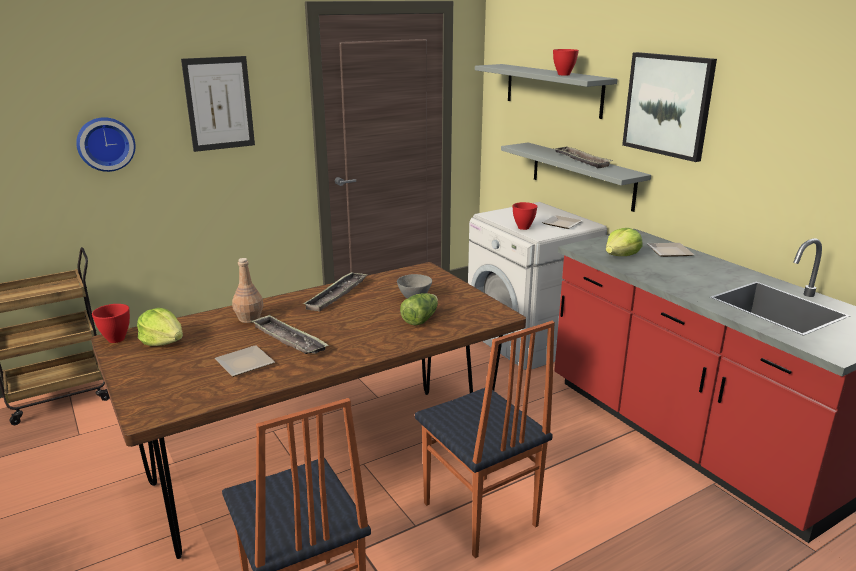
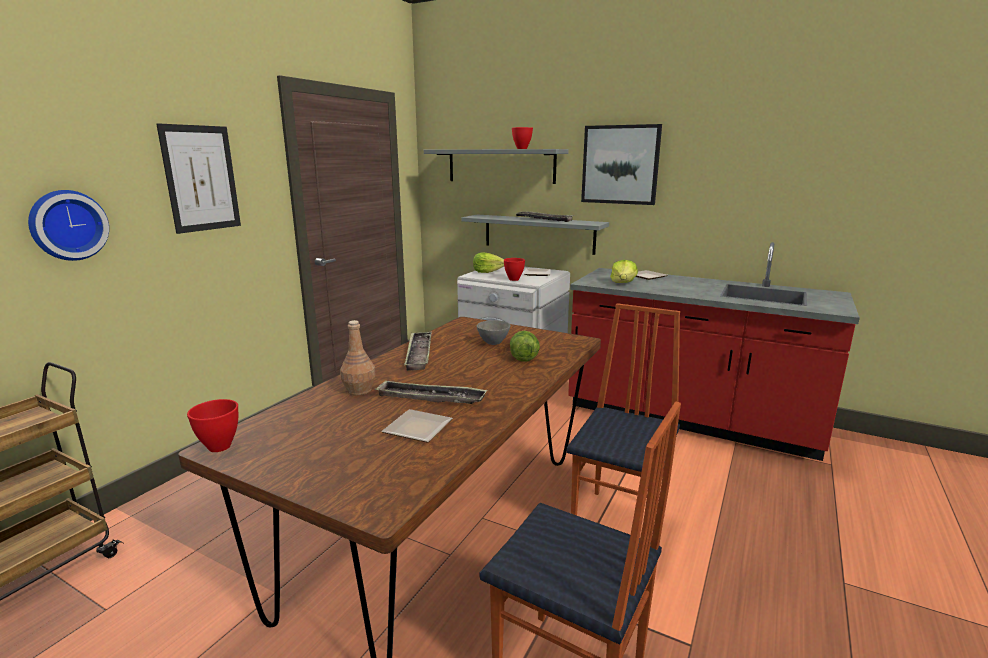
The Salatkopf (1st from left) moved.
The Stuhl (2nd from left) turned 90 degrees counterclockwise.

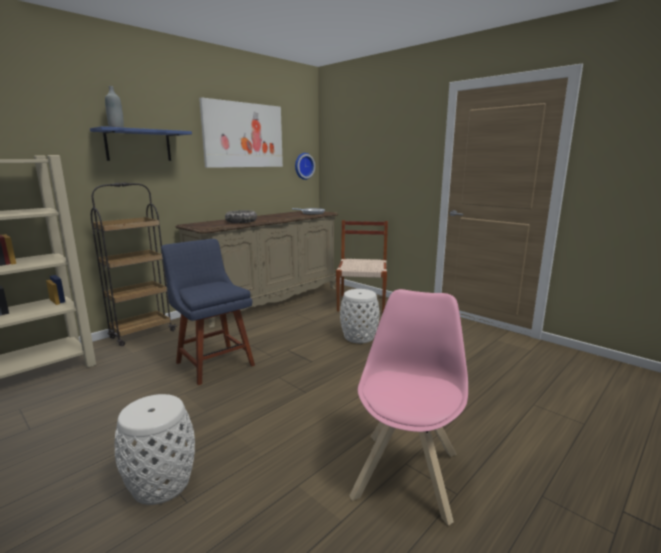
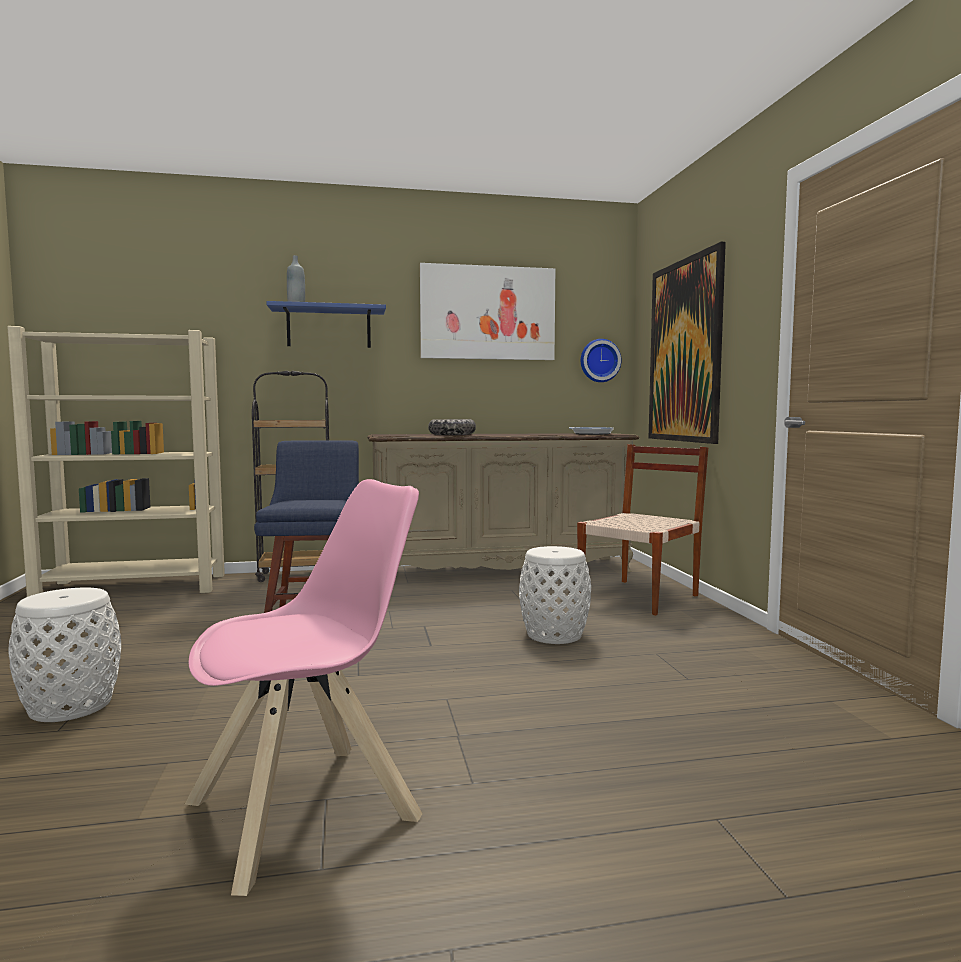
The Bild (2nd from left) appeared.

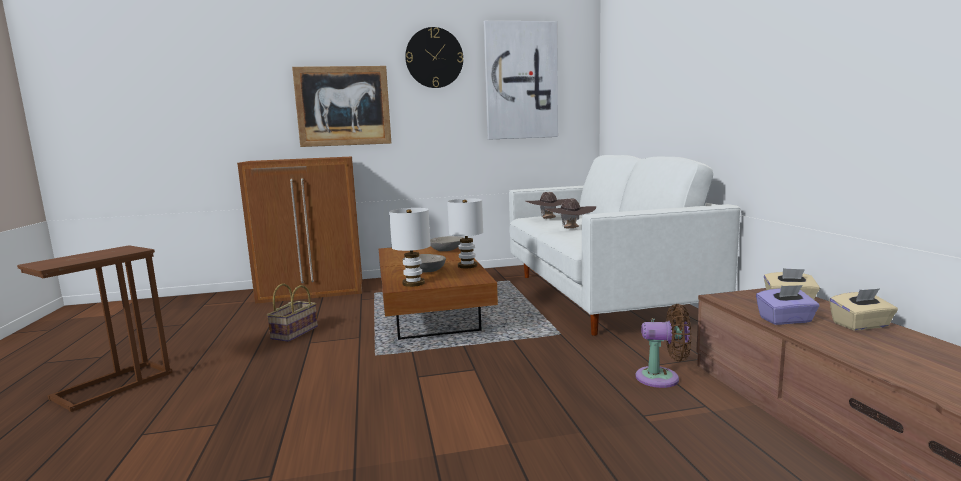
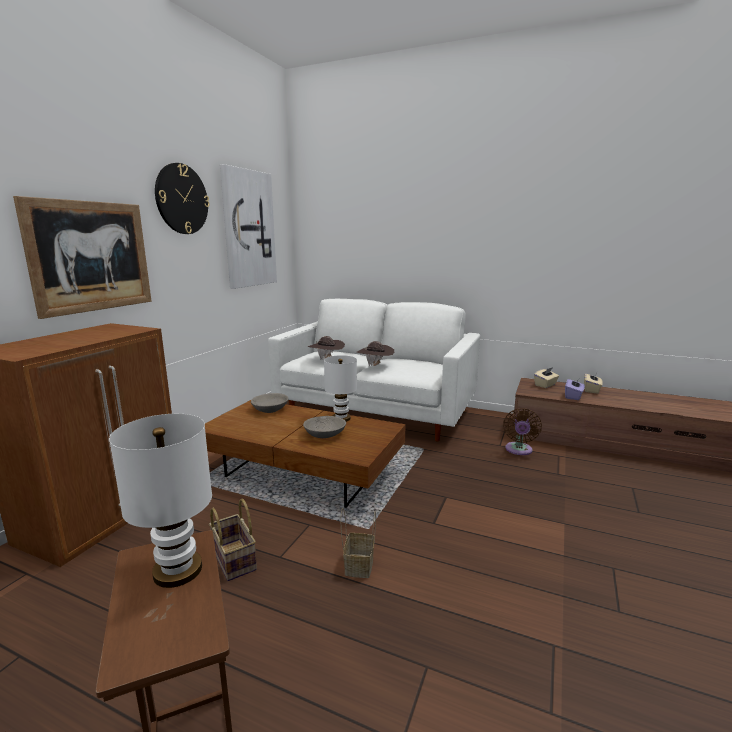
The Tischlampe/weiß (1st from left) moved.
The Ventilator/braun turned 150 degrees clockwise.
The Korb (2nd from left) appeared.

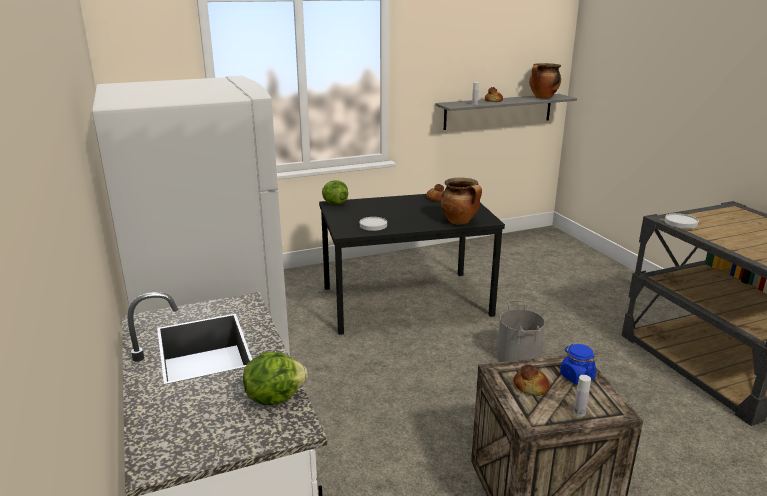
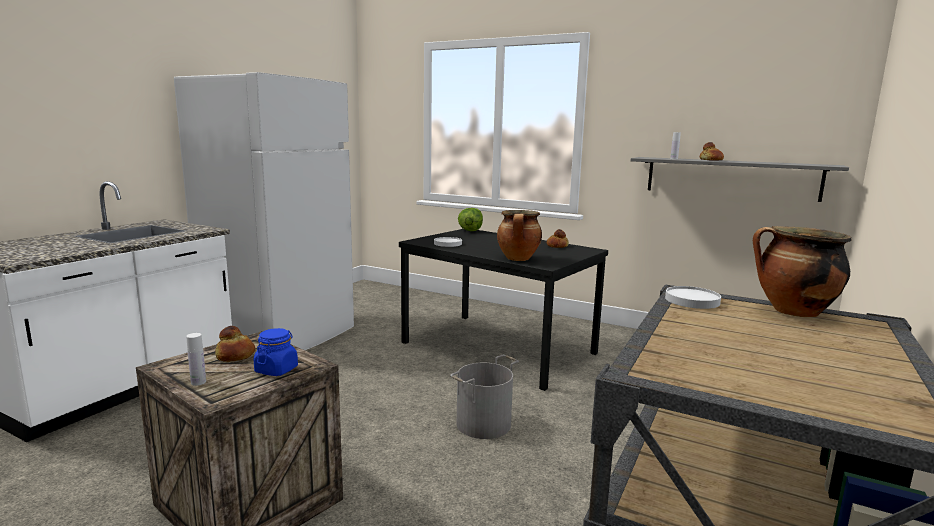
The Salatkopf (1st from left) disappeared.
The Kochtopf (2nd from left) moved.

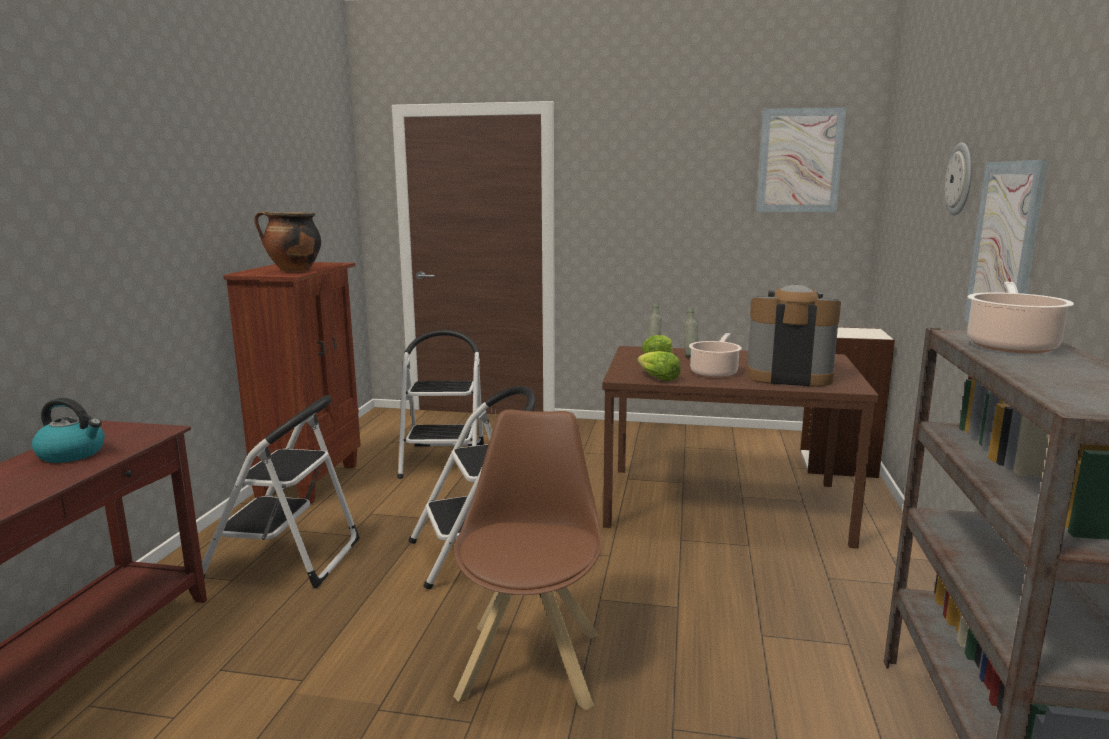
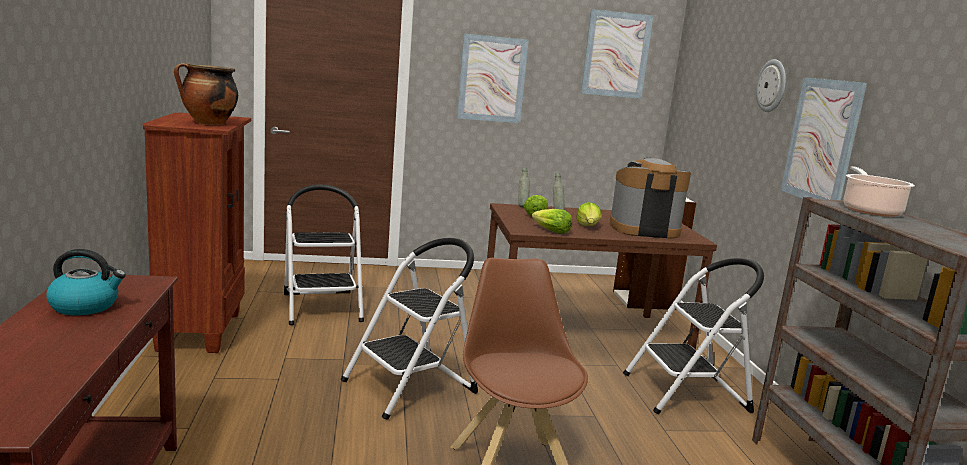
The Trittleiter (1st from left in the first image) moved.
The Kochtopf (2nd from left) was replaced by the Salatkopf (3rd from left).
The Bild (1st from left) appeared.

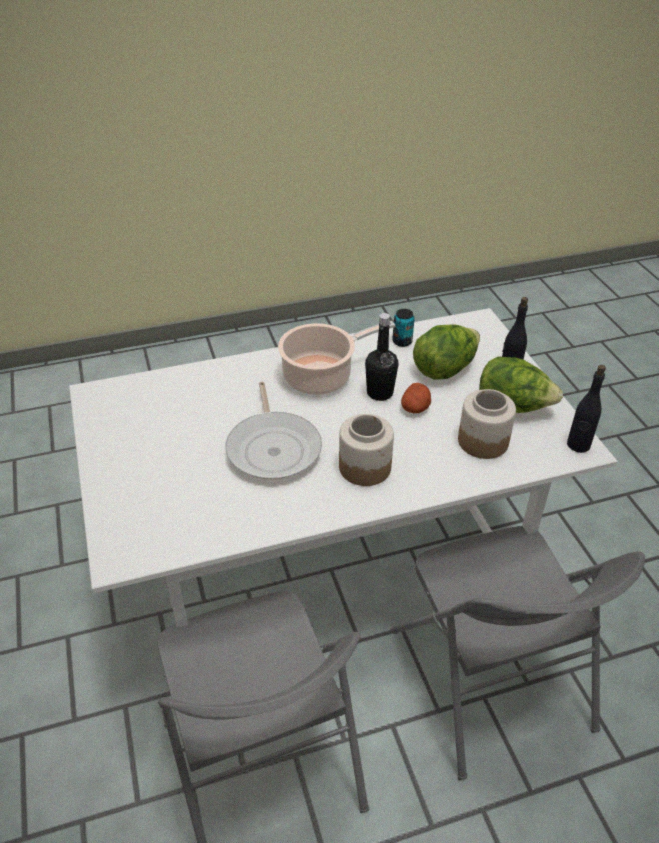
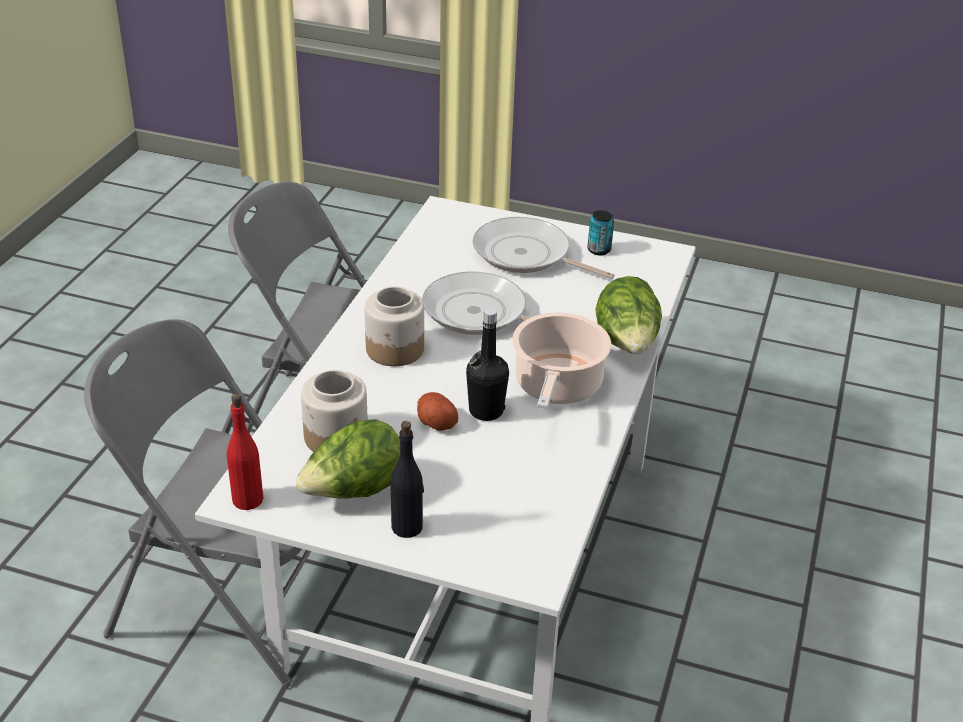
The Dose moved.
The Salatkopf (1st from left in the first image) moved.
The Flasche/schwarz (3rd from left) became the Flasche/rot.
The Pfanne (2nd from left) appeared.

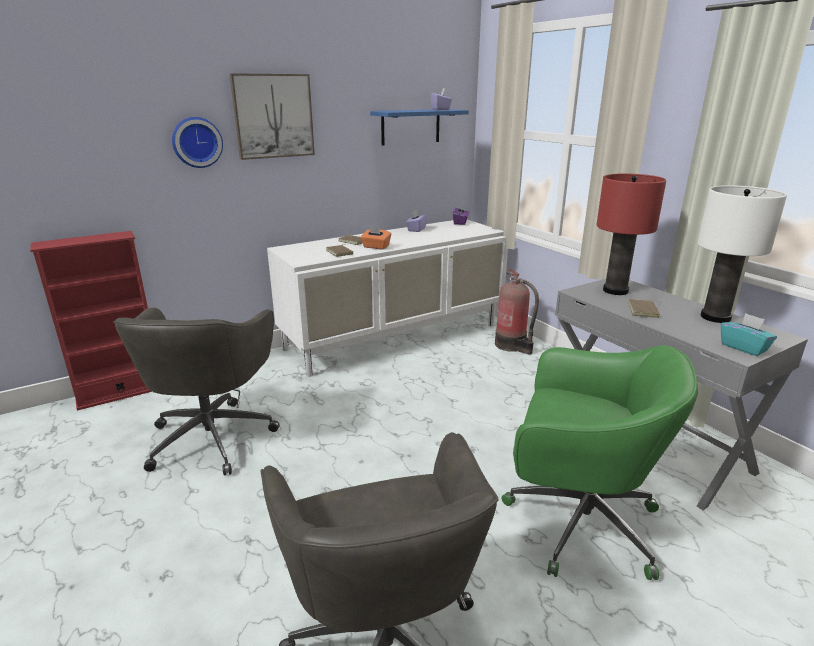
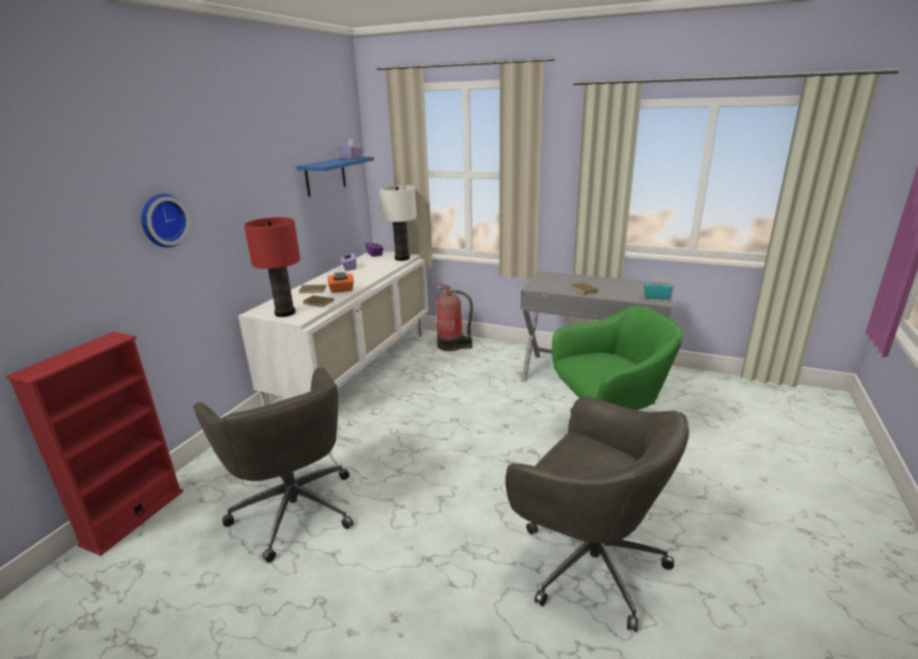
The Bild disappeared.
The Tischlampe/rot moved.
The Tischlampe/weiß moved.

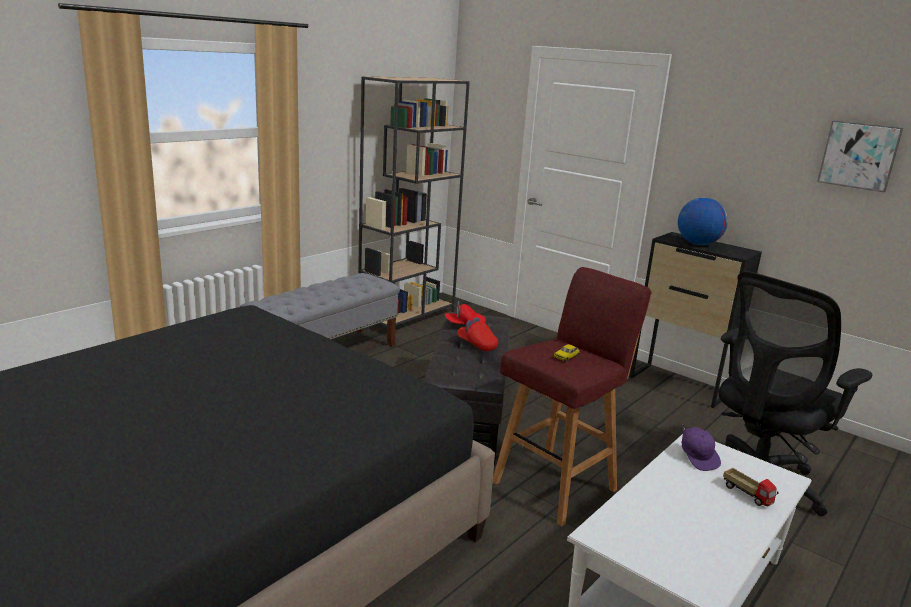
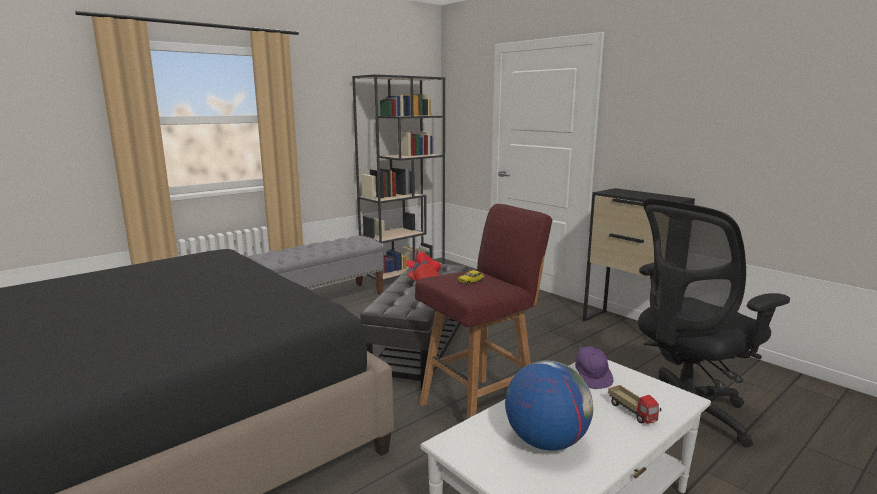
The Globus moved.
The Bild disappeared.

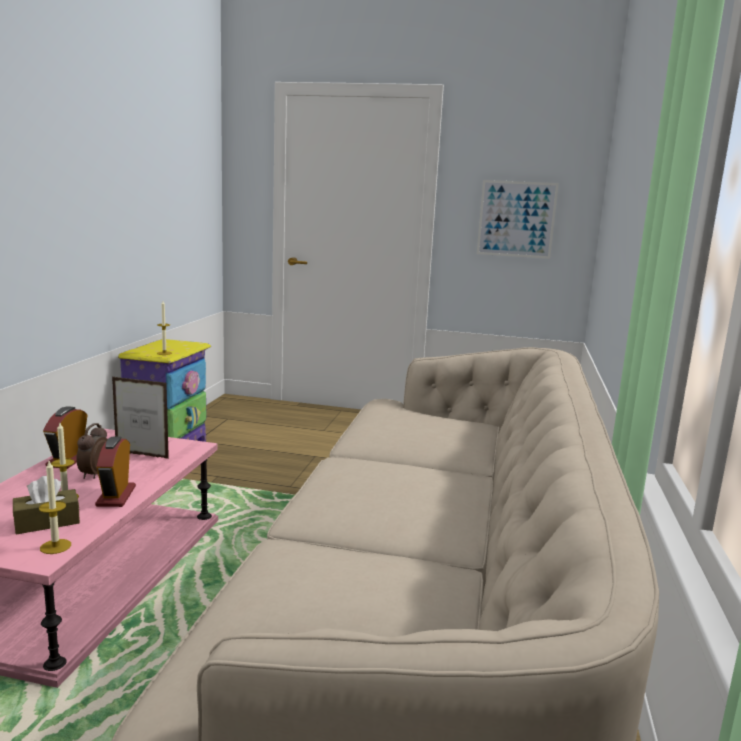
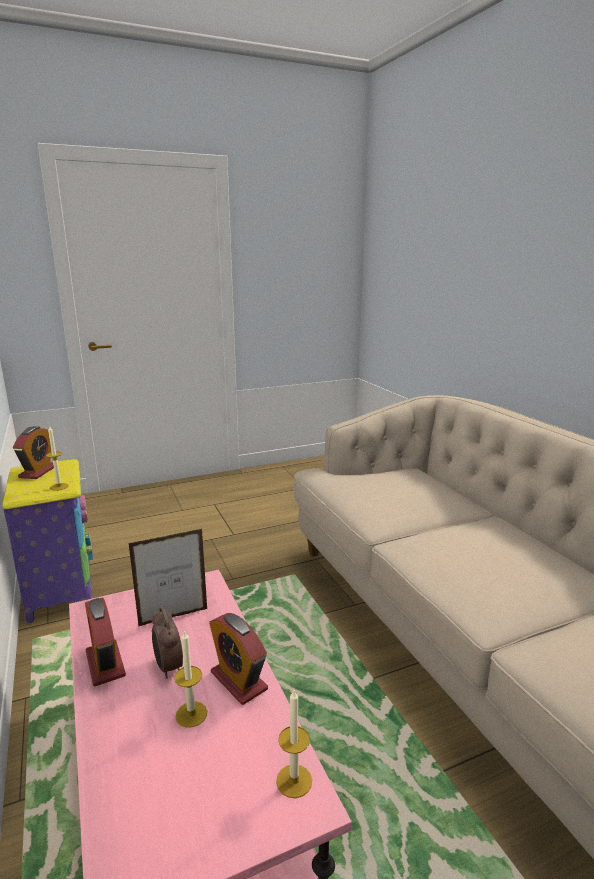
The Taschentuchbox/braun disappeared.
The Bild disappeared.
The Wecker (1st from left) appeared.

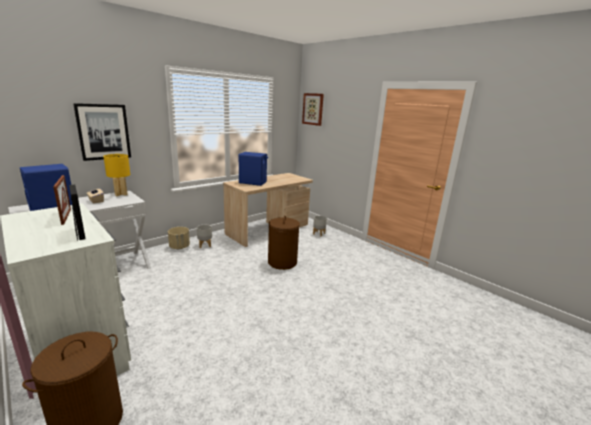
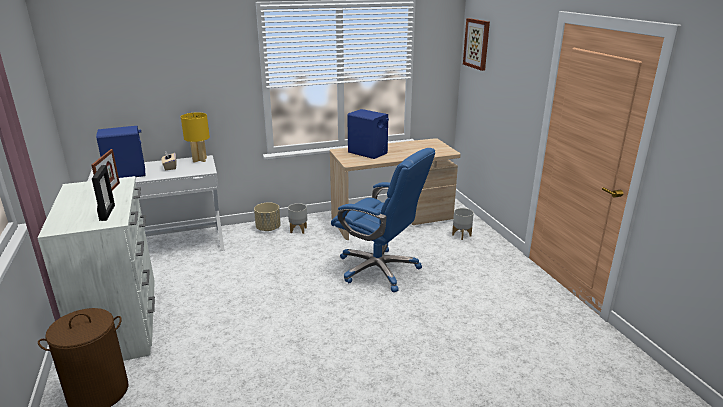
The Bild (1st from left) disappeared.
The Wäschekorb/braun (2nd from left) was replaced by the Bürostuhl/blau.

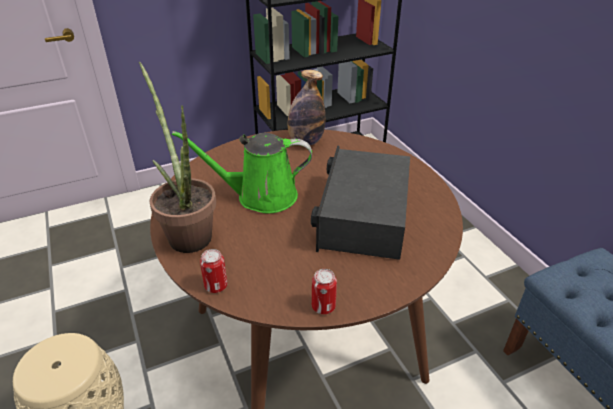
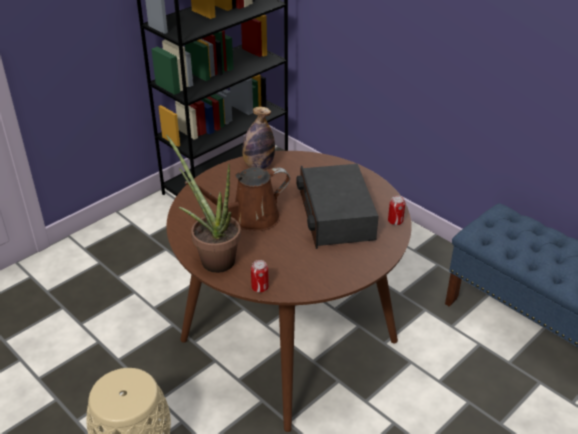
The Gießkanne/grün became the Gießkanne/braun.
The Dose (2nd from left) moved.

